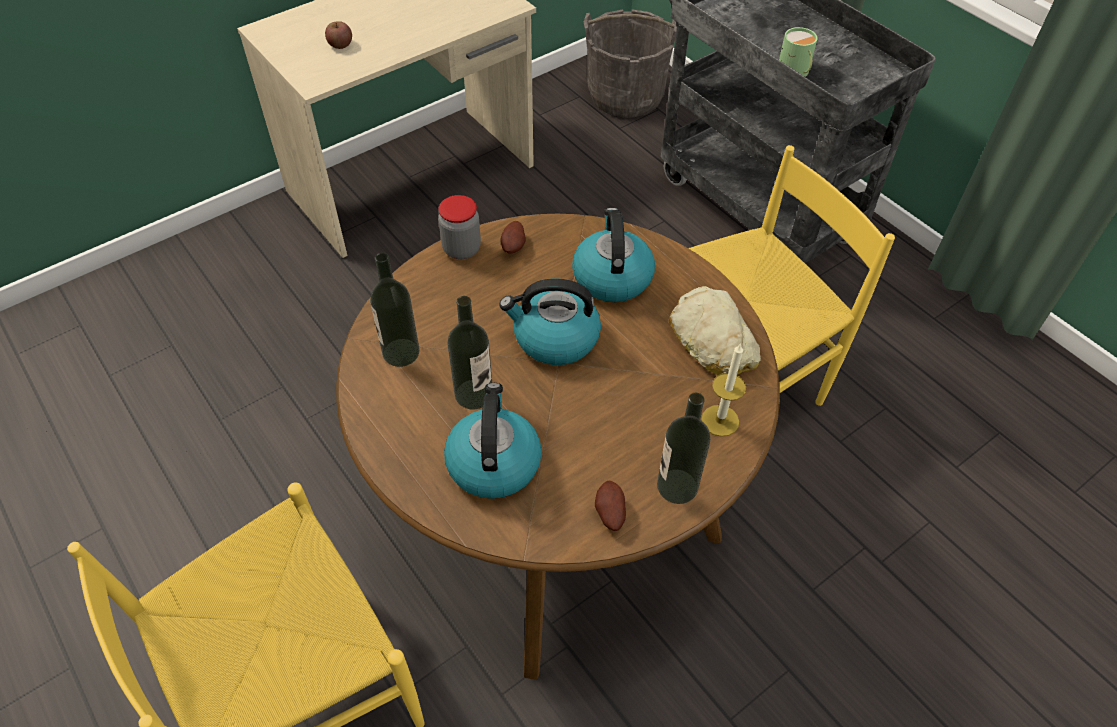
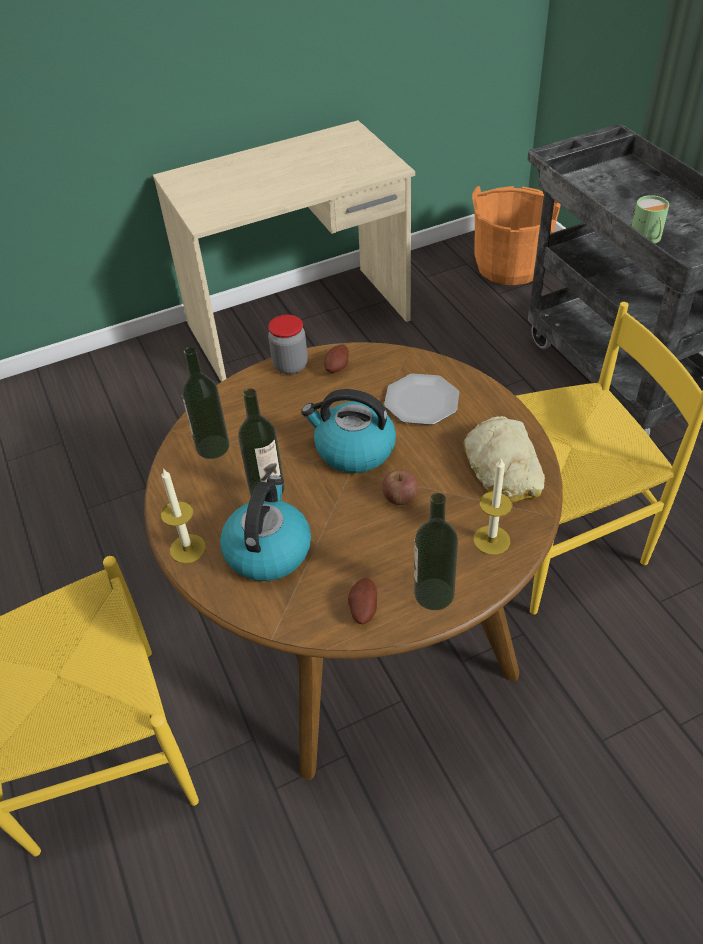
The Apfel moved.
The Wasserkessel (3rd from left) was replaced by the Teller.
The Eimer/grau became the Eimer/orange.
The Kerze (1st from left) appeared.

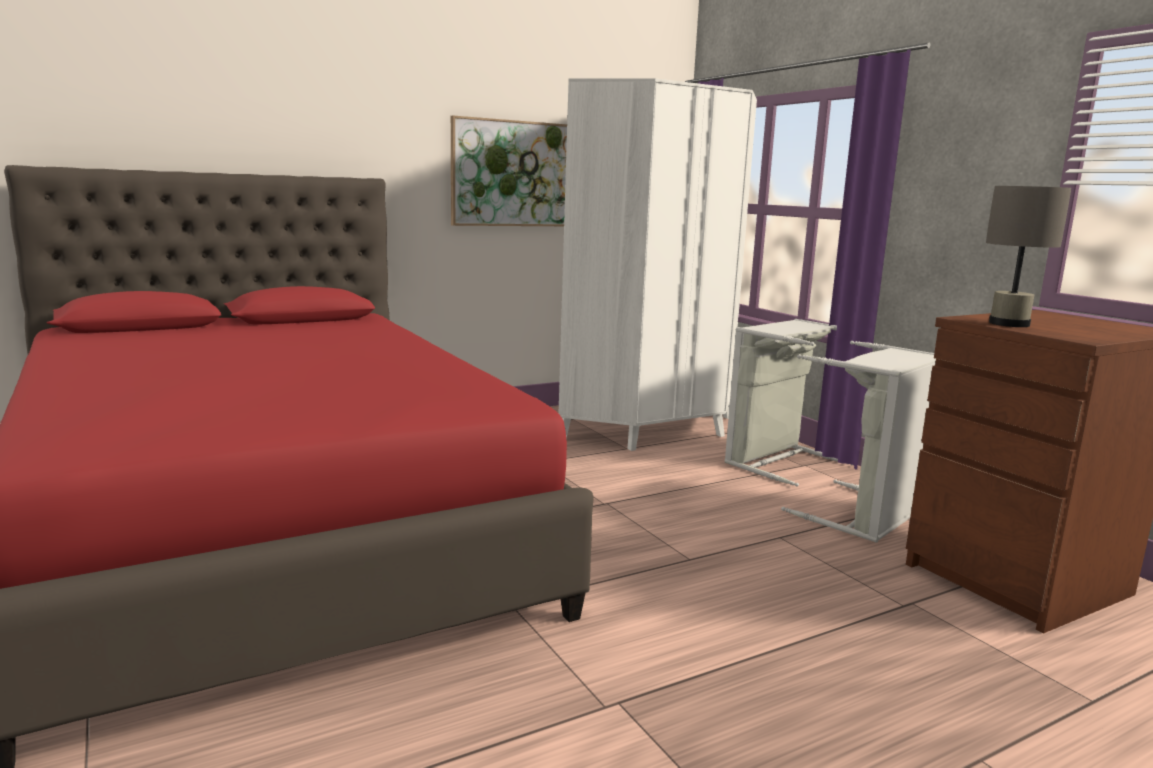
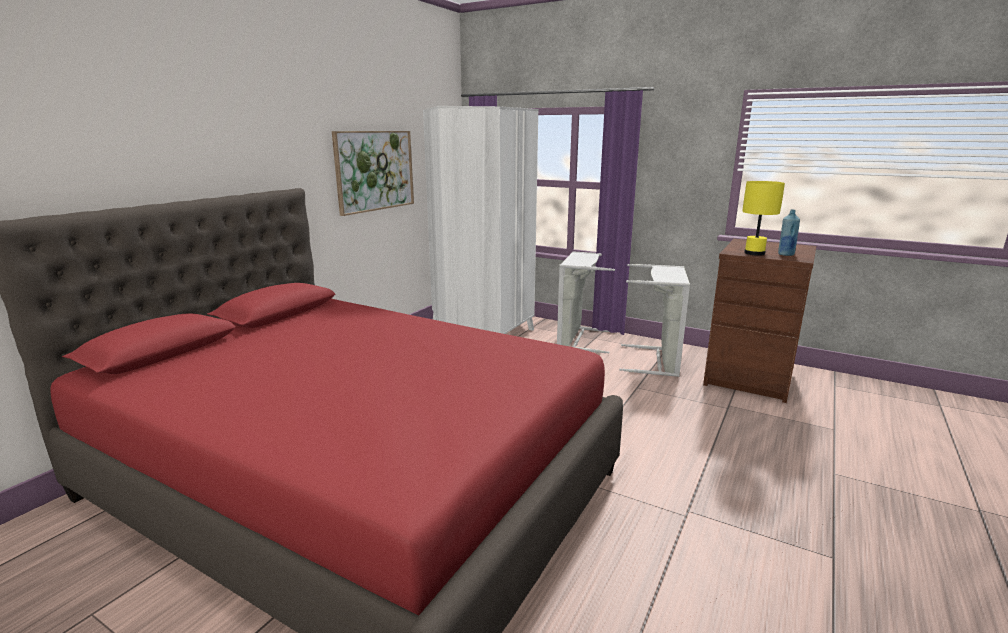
The Tischlampe/grau became the Tischlampe/gelb.
The Flasche/blau appeared.

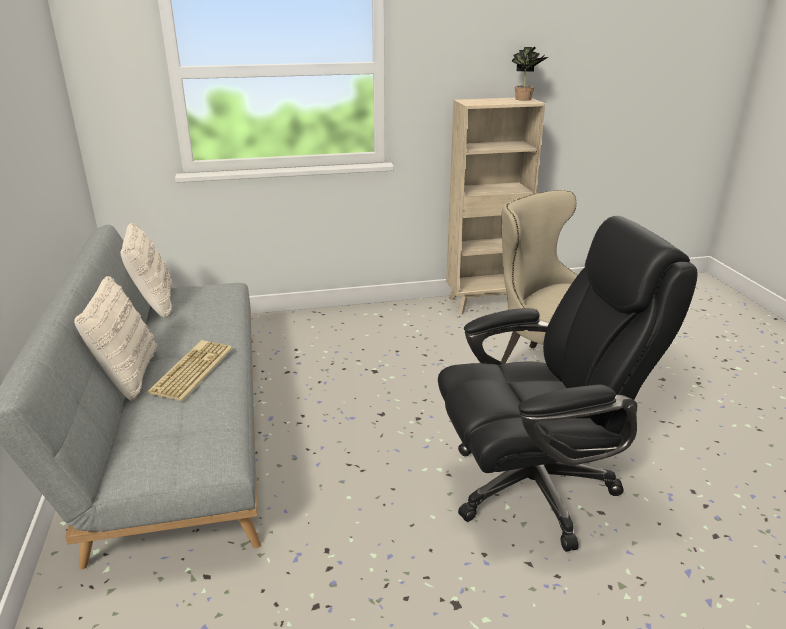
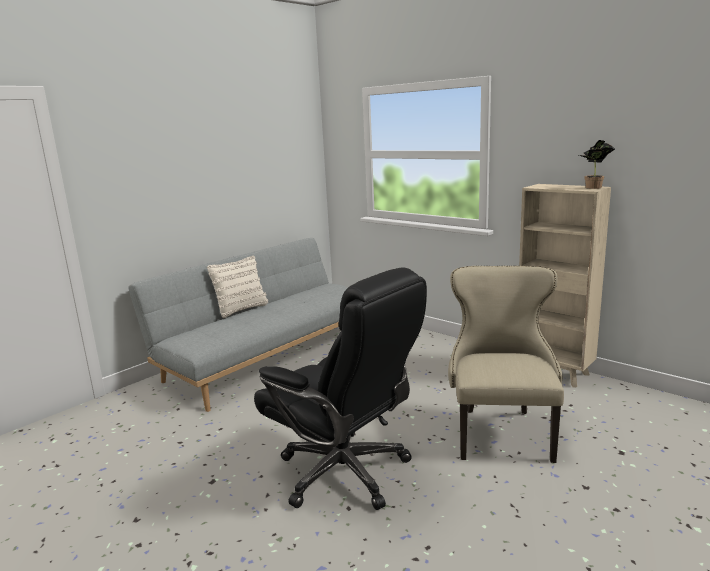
The Kissen/beige (2nd from left) disappeared.
The Tastatur disappeared.

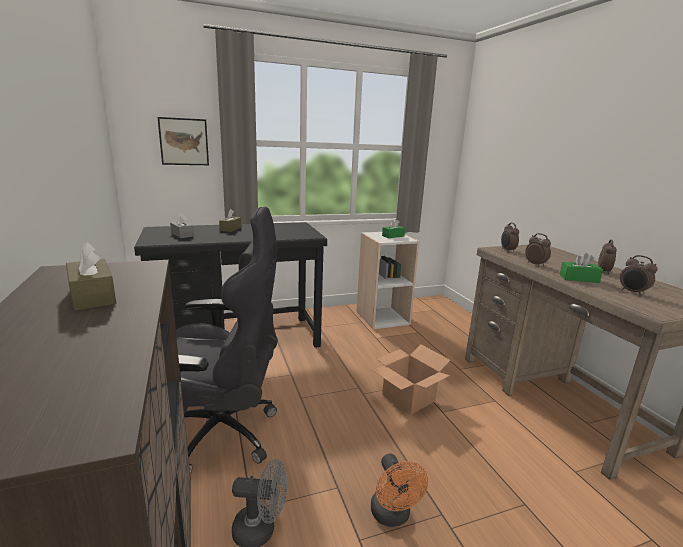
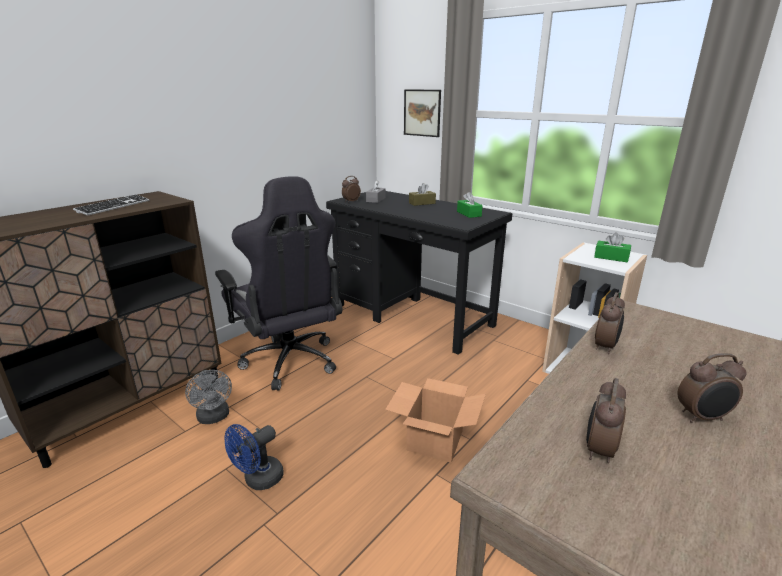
The Taschentuchbox/braun (1st from left) was replaced by the Tastatur.
The Ventilator/orange became the Ventilator/blau.
The Wecker (1st from left) moved.
The Taschentuchbox/grün (2nd from left in the first image) moved.

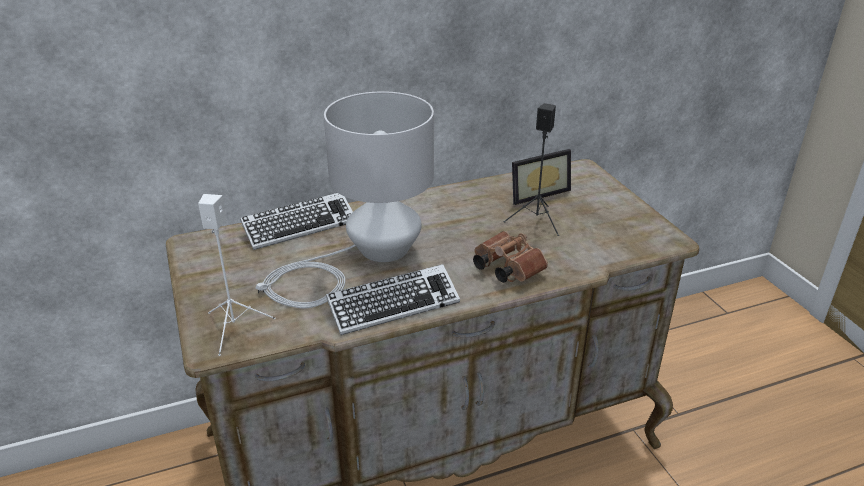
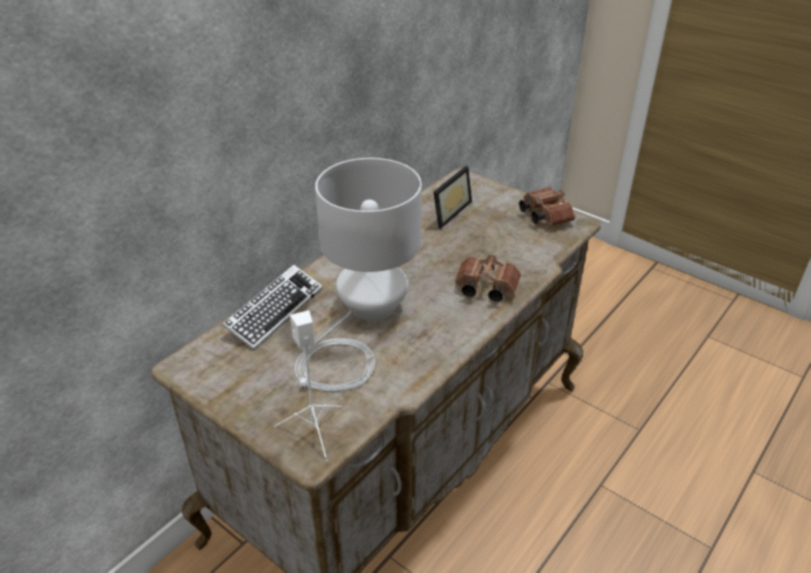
The Tastatur (2nd from left) disappeared.
The Lautsprecher/schwarz disappeared.
The Fernglas/braun (2nd from left) appeared.

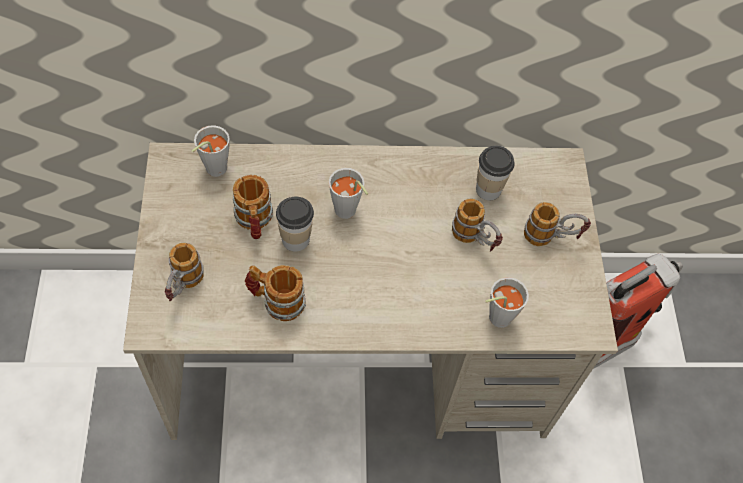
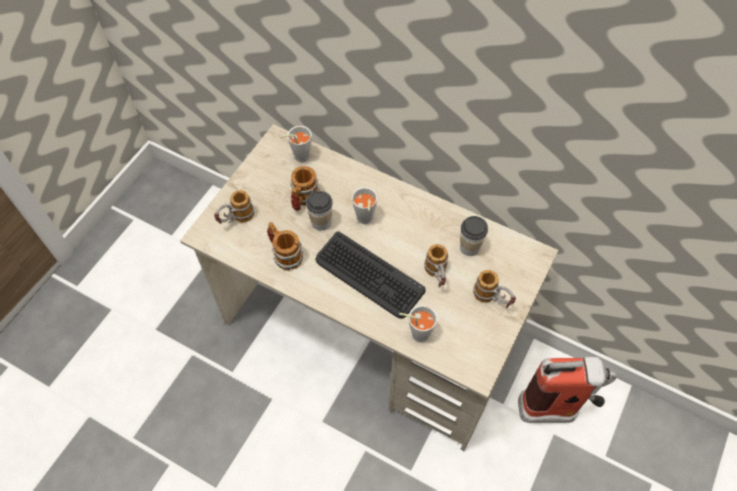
The Tastatur appeared.

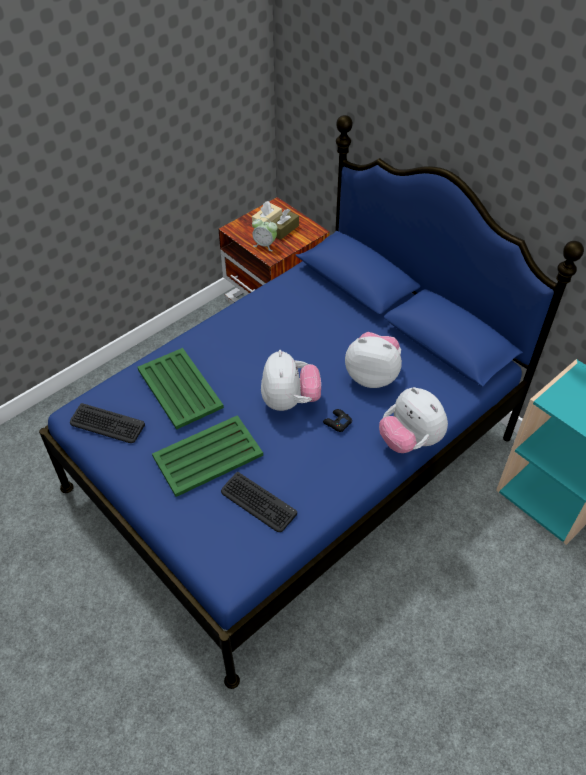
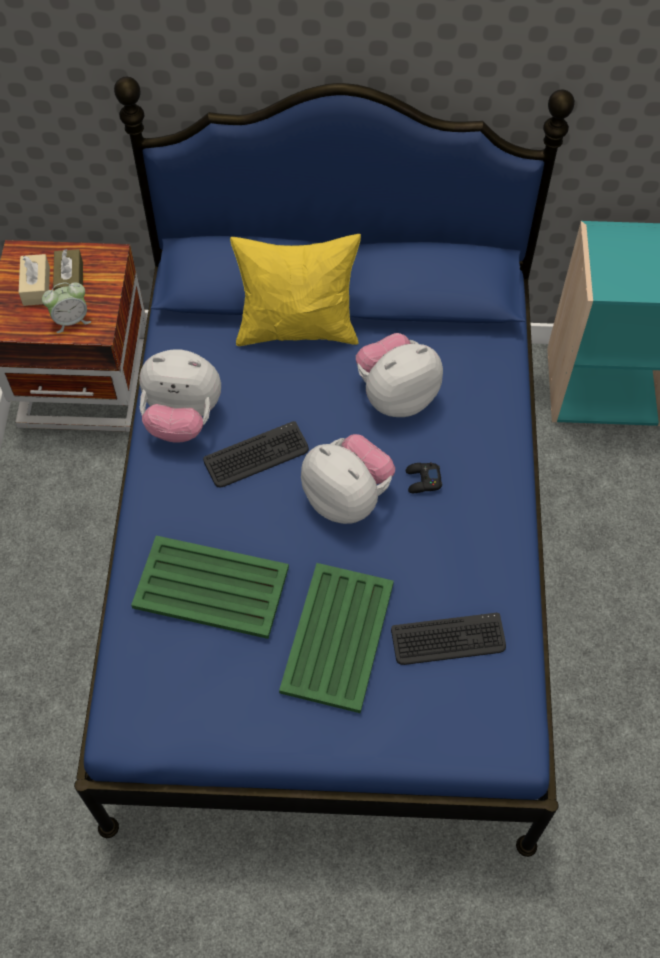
The Tastatur (1st from left) moved.
The Plüschtier (3rd from left in the first image) moved.
The Kissen/gelb appeared.

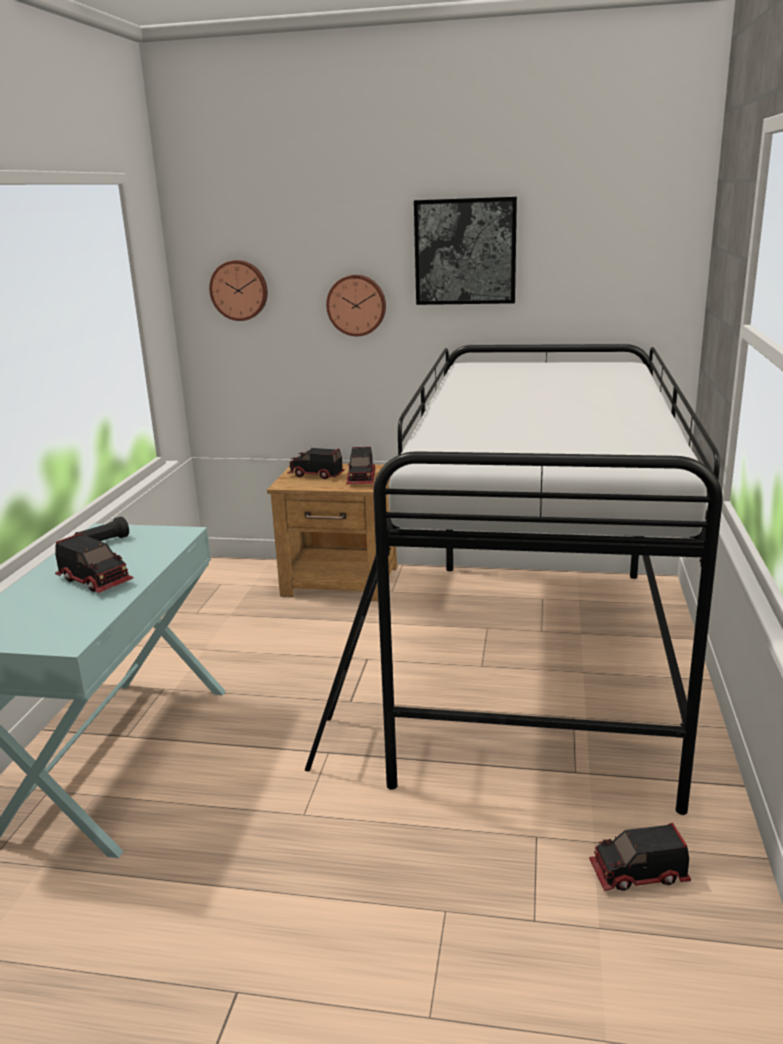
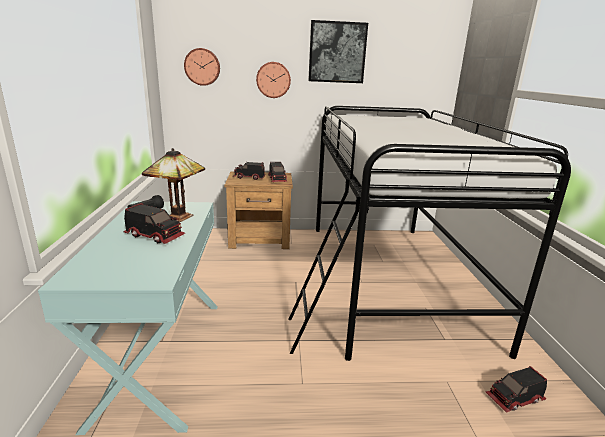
The Tischlampe appeared.

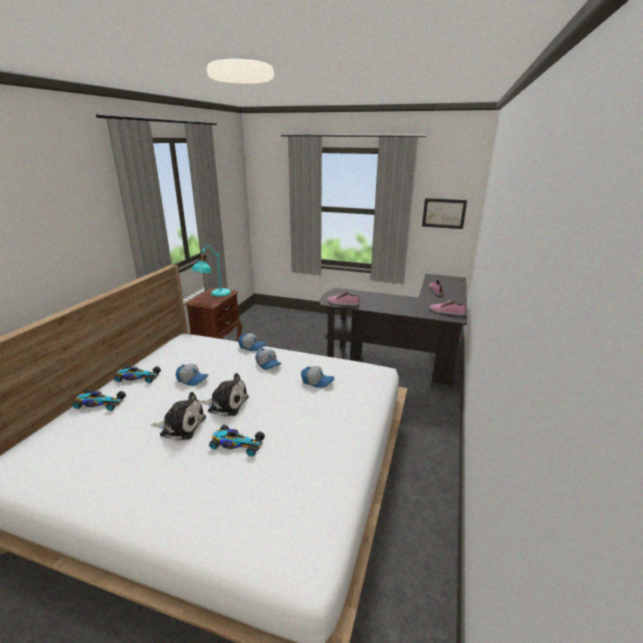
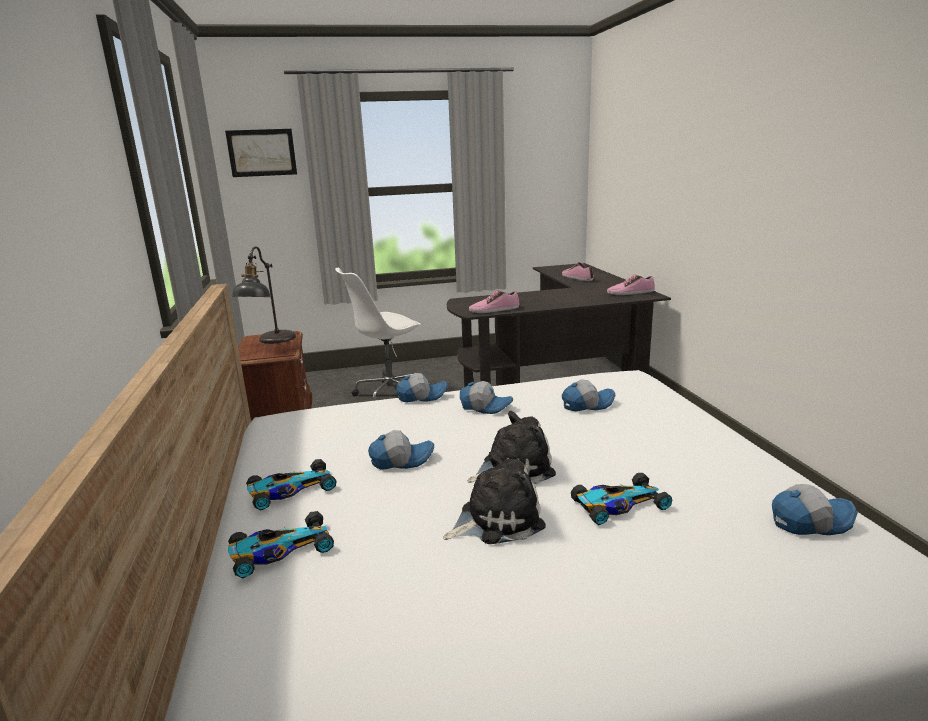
The Tischlampe/türkis became the Tischlampe/grau.
The Bild moved.
The Bürostuhl/weiß appeared.
The Kappe (5th from left) appeared.

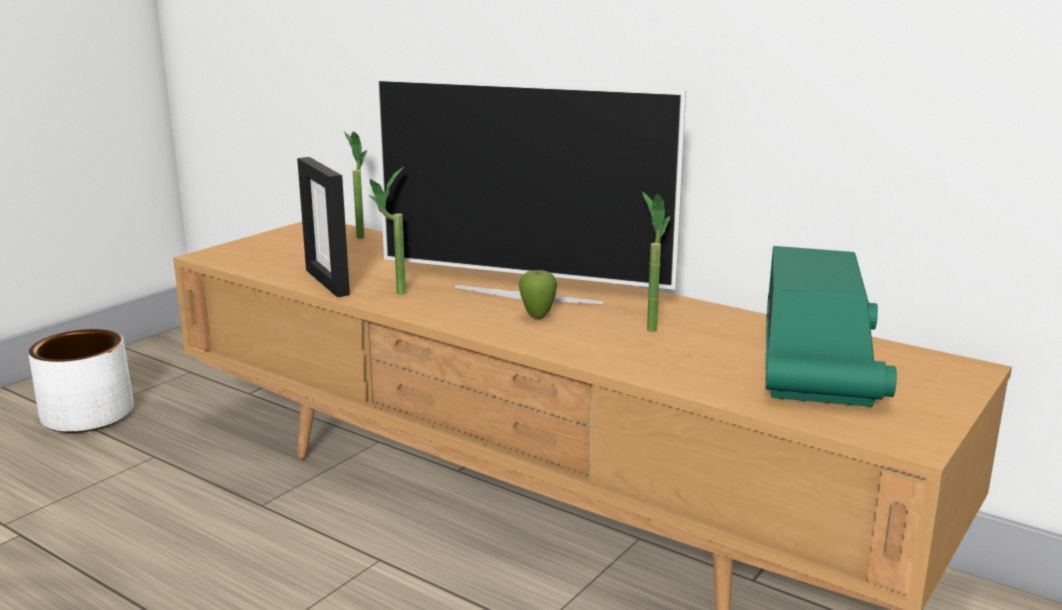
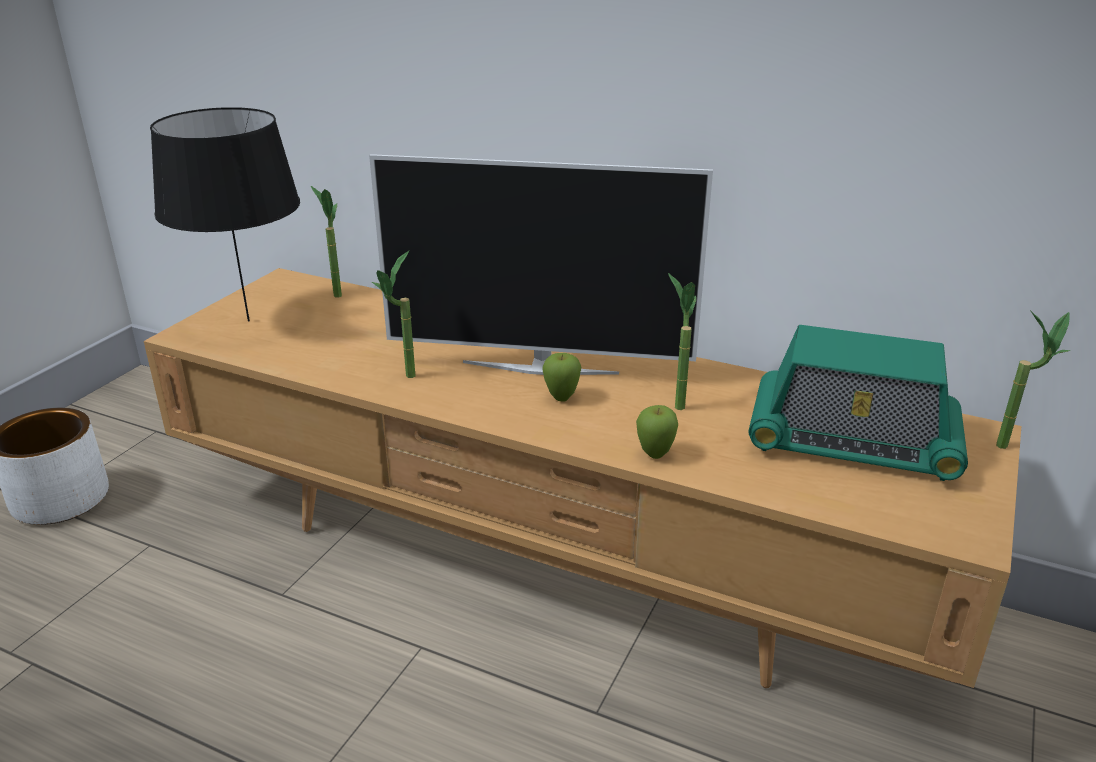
The Bilderrahmen disappeared.
The Radio turned 105 degrees clockwise.
The Tischlampe/schwarz appeared.
The Apfel (2nd from left) appeared.
The Topfpflanze (4th from left) appeared.

